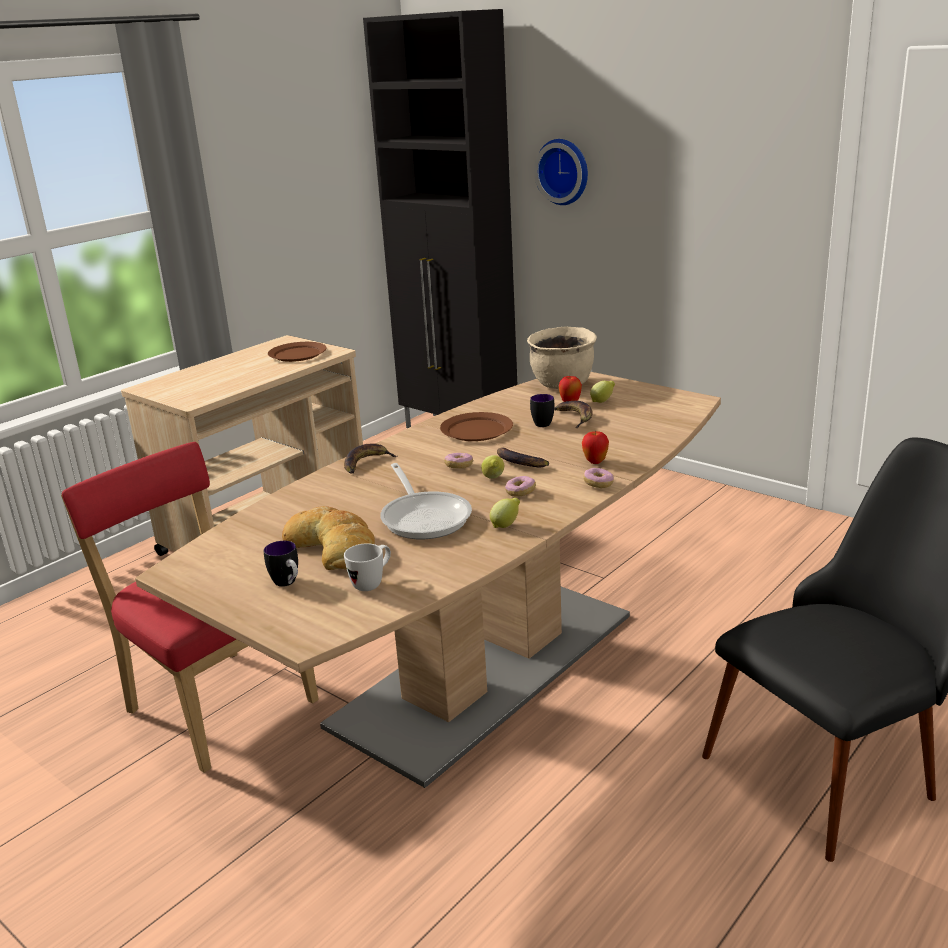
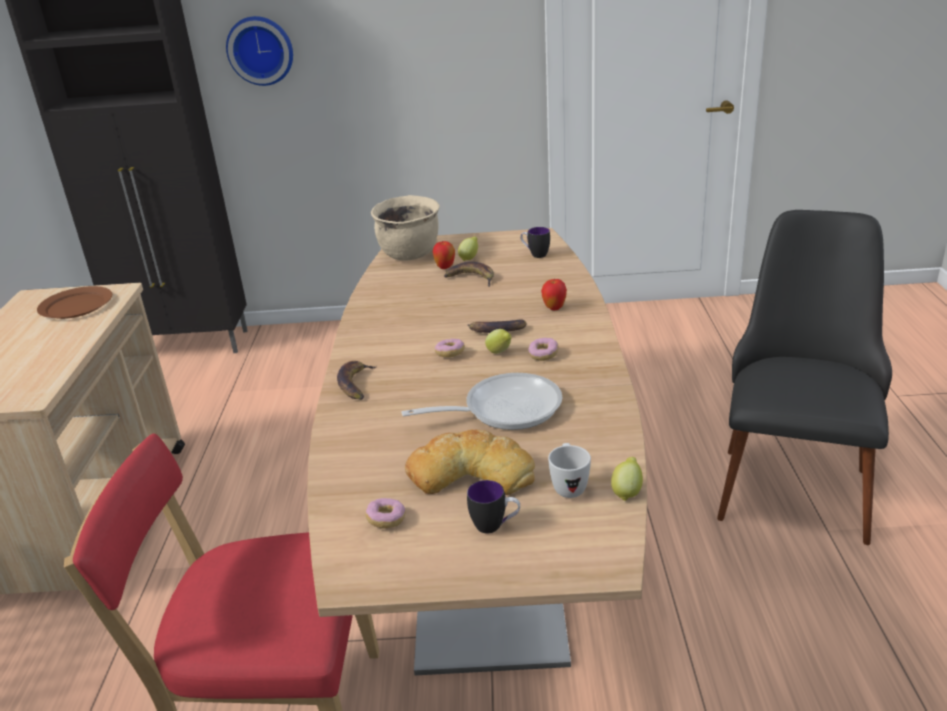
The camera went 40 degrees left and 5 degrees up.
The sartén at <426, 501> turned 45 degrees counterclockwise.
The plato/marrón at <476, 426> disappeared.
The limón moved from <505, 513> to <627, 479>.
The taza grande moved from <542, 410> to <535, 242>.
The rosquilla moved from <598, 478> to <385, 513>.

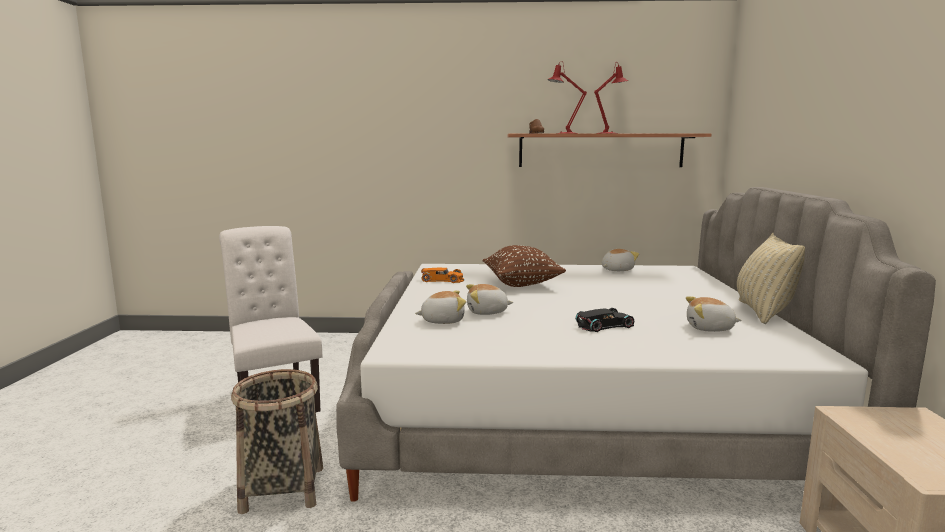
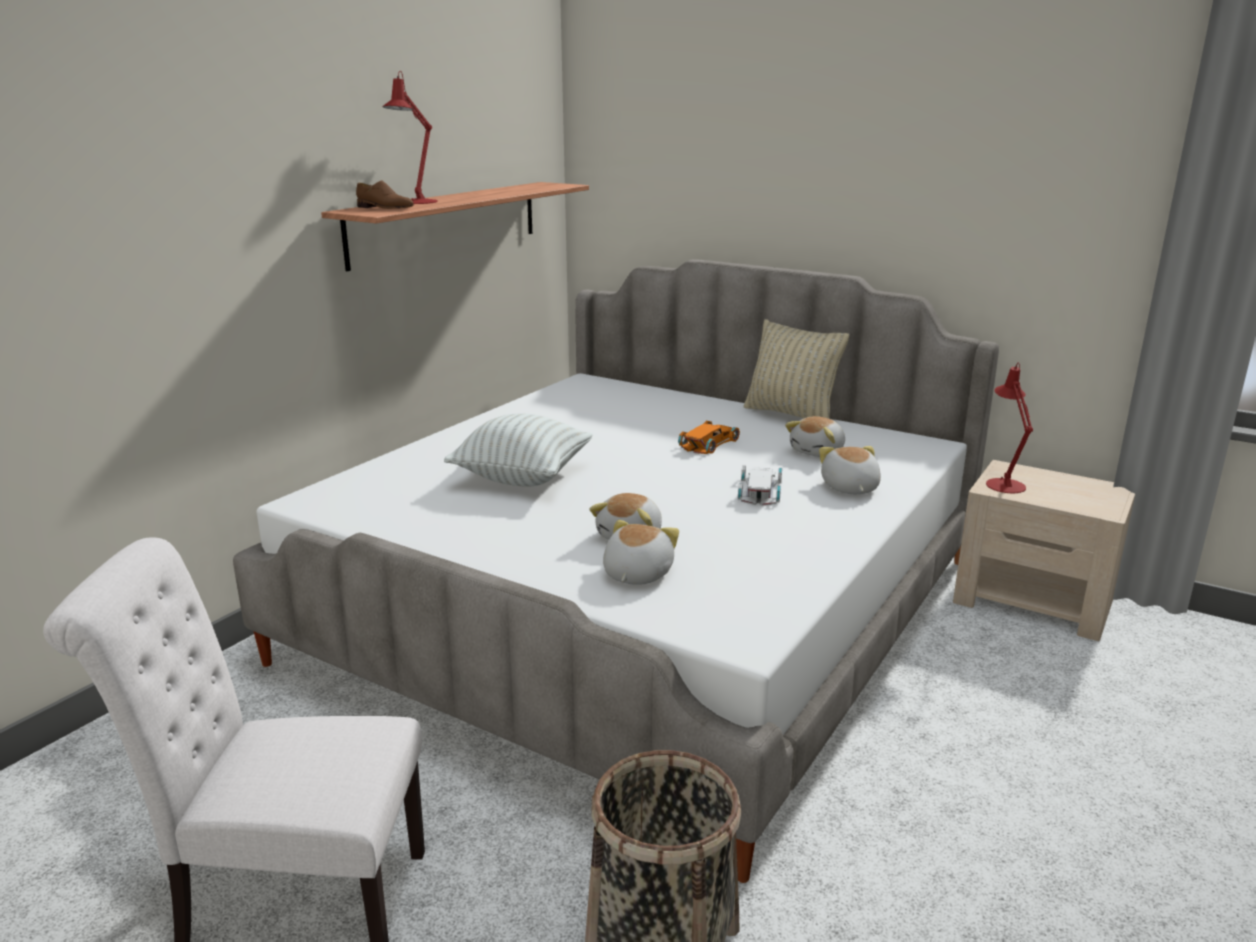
The camera went 60 degrees left and 10 degrees up.
The coche de juguete/naranja moved from <442, 275> to <709, 437>.
The cojín/marrón at <524, 266> became the cojín/blanco at <518, 450>.
The coche de juguete/negro at <605, 320> became the coche de juguete/blanco at <760, 485>.
The lámpara de mesa/rojo moved from <611, 98> to <1009, 428>.
The peluche moved from <620, 260> to <850, 470>.

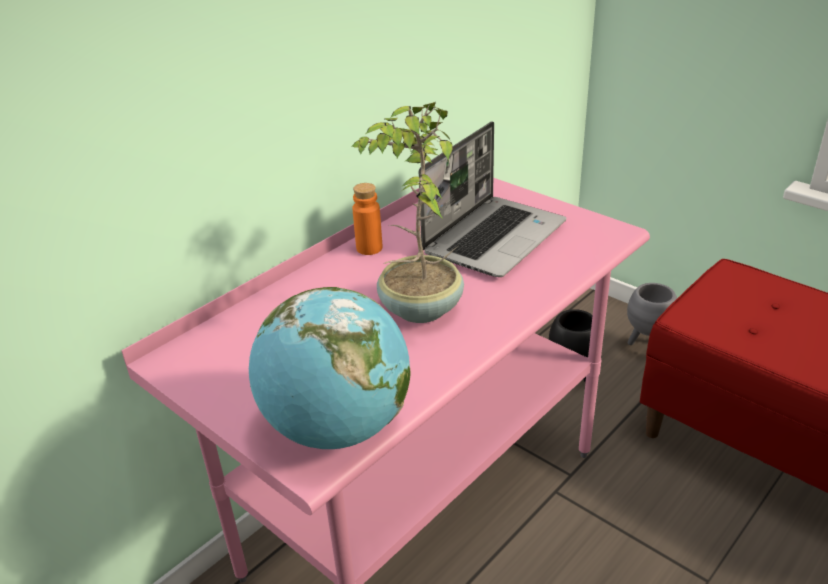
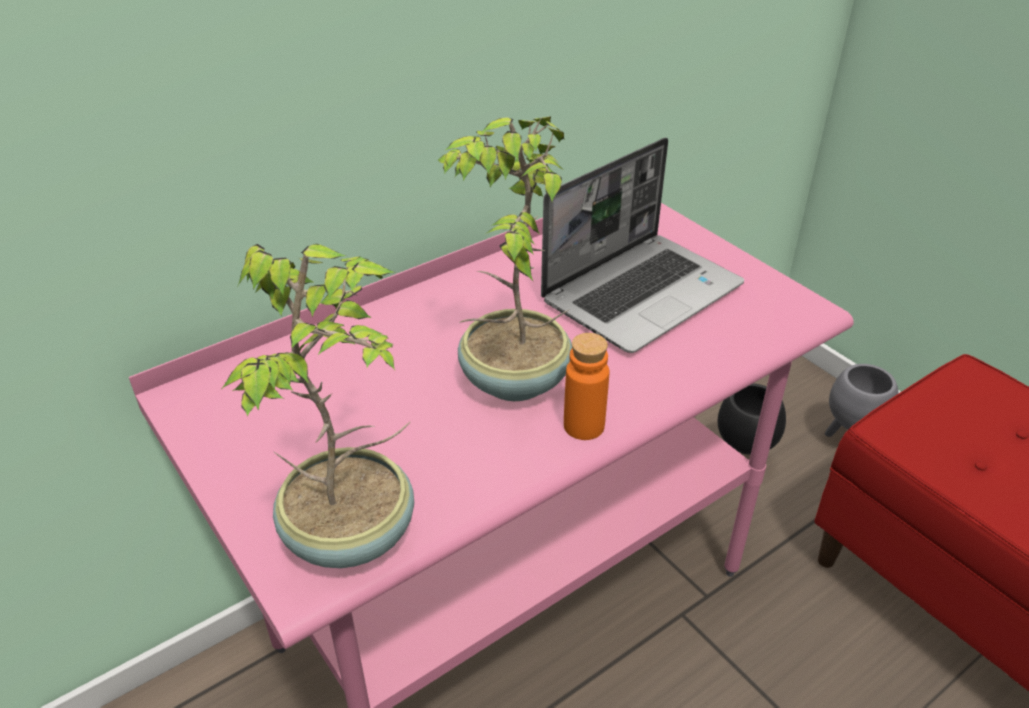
The camera went 10 degrees right and 5 degrees up.
The globo terráqueo at <330, 368> was replaced by the planta en maceta at <318, 406>.
The botella/naranja moved from <367, 219> to <586, 386>.

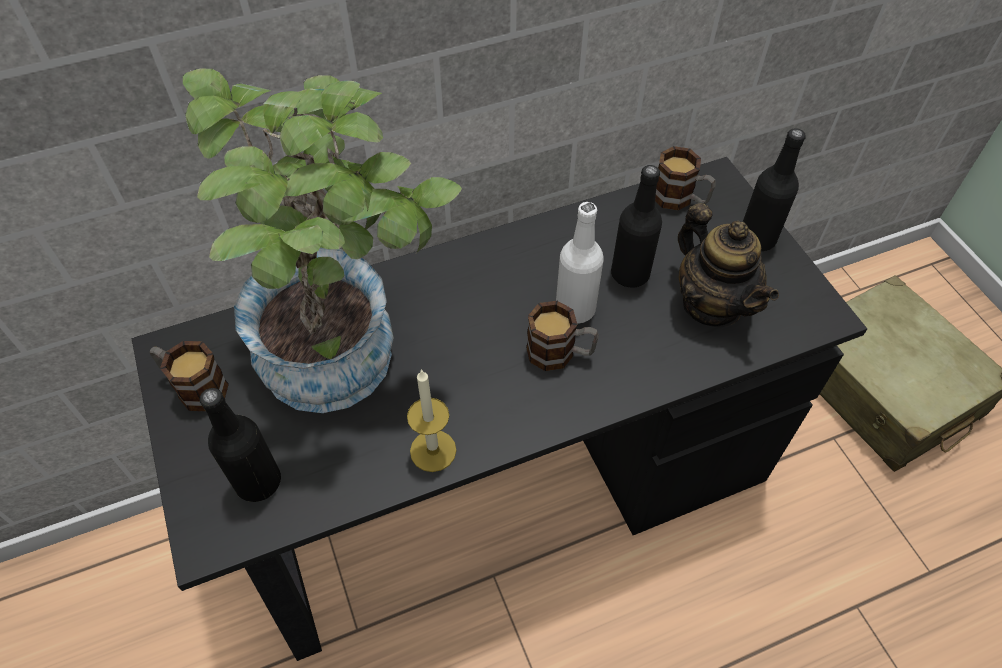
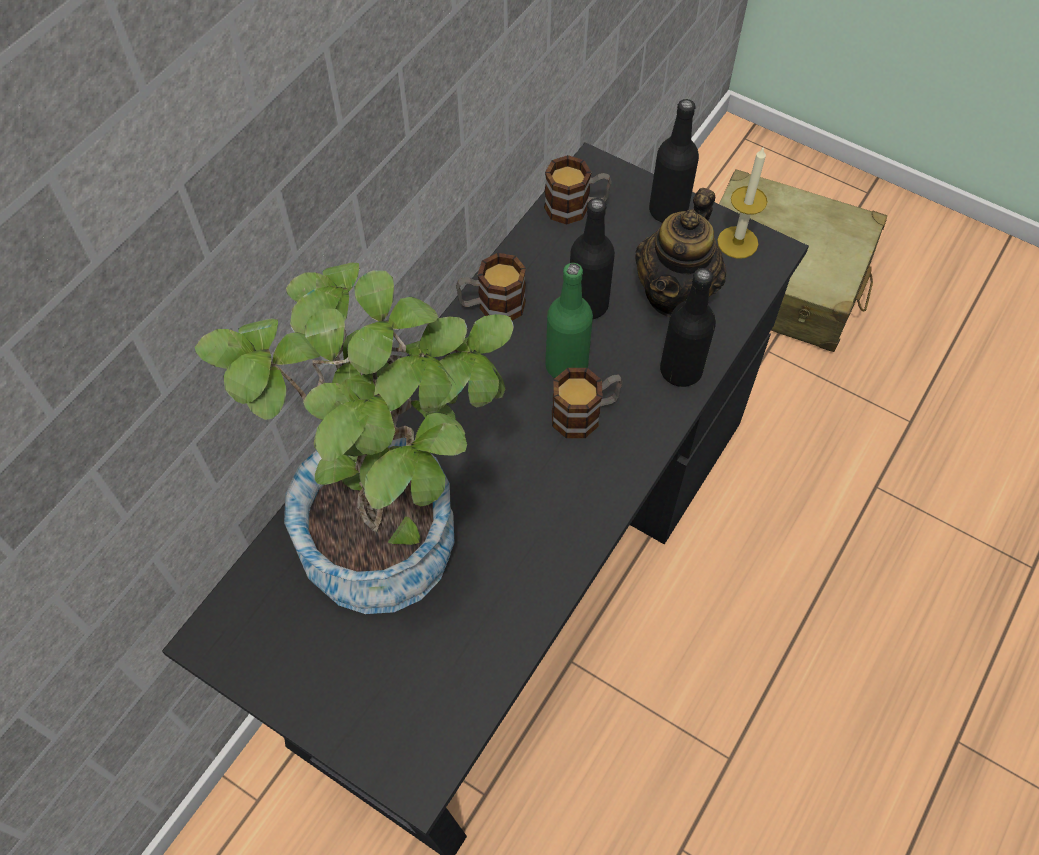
The camera went 35 degrees left and 5 degrees up.
The taza grande moved from <189, 376> to <491, 287>.
The botella/negro moved from <240, 445> to <688, 327>.
The vela moved from <432, 420> to <742, 203>.
The botella/blanco at <580, 263> became the botella/verde at <569, 320>.
The tetera at <728, 265> turned 90 degrees clockwise.

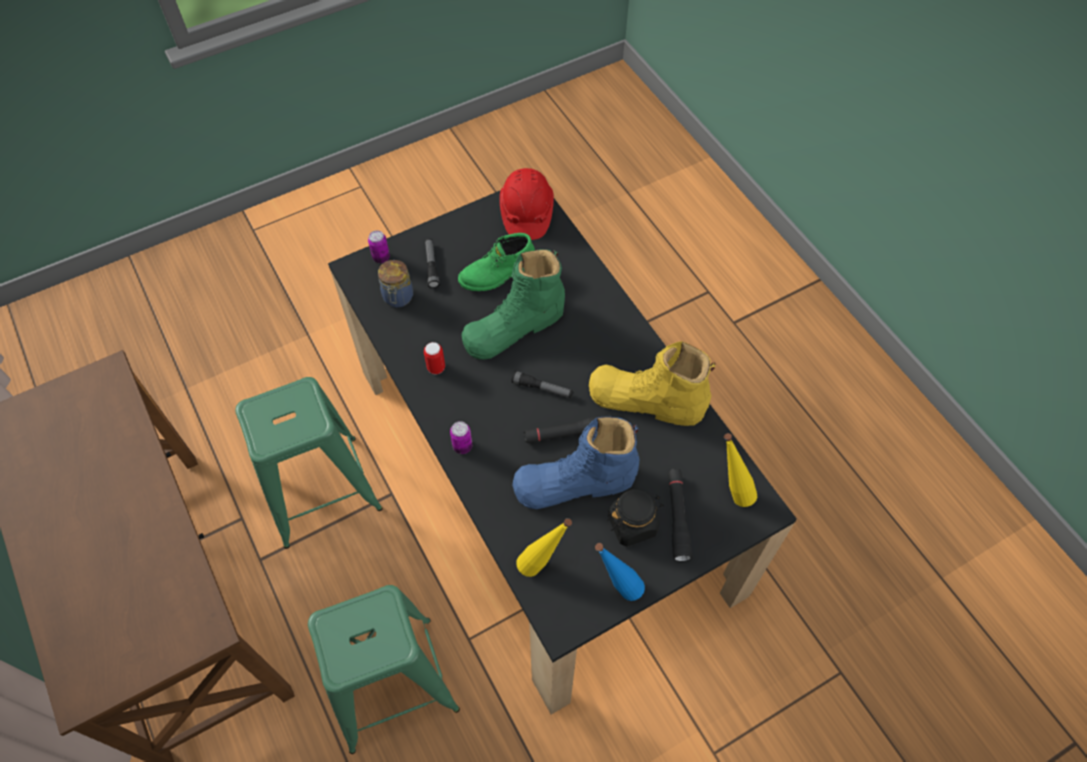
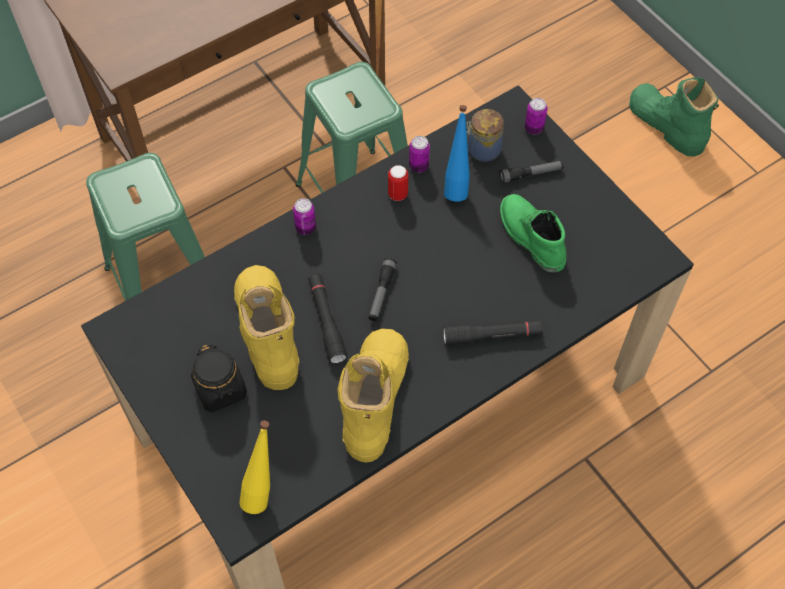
The camera went 85 degrees right and 0 degrees up.
The bota/verde moved from <513, 304> to <674, 116>.
The casco/rojo at <526, 204> disappeared.
The bota/azul at <575, 463> became the bota/amarillo at <266, 327>.
The botella/amarillo at <544, 547> disappeared.
The botella/azul moved from <620, 572> to <457, 153>.
The linterna/negro moved from <680, 515> to <493, 332>.
The lata at <419, 154> appeared.

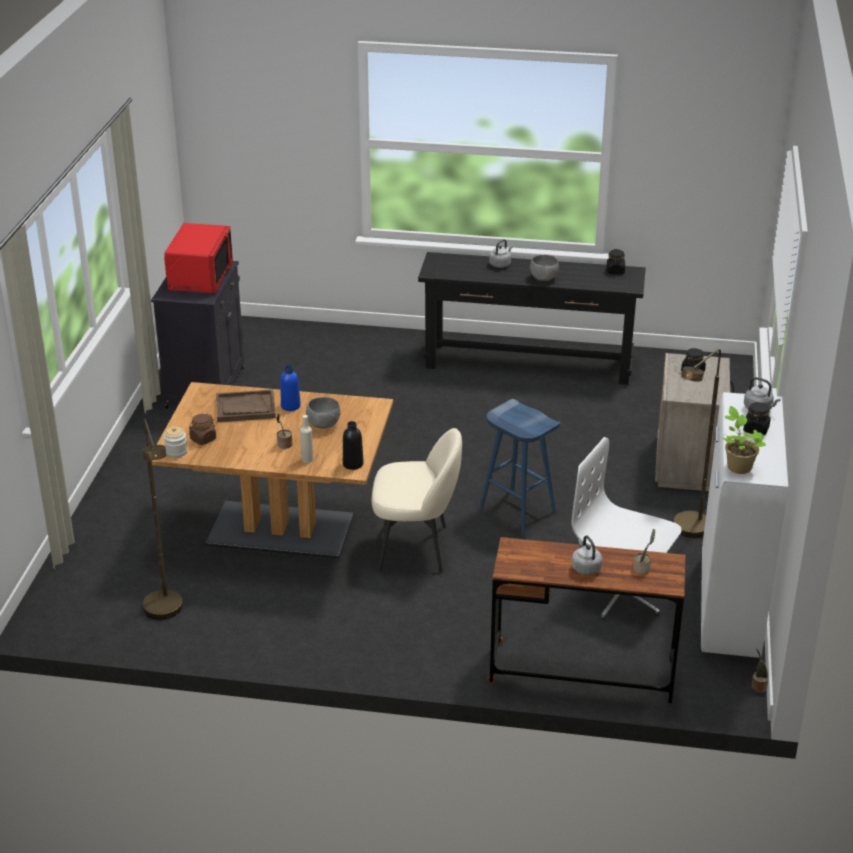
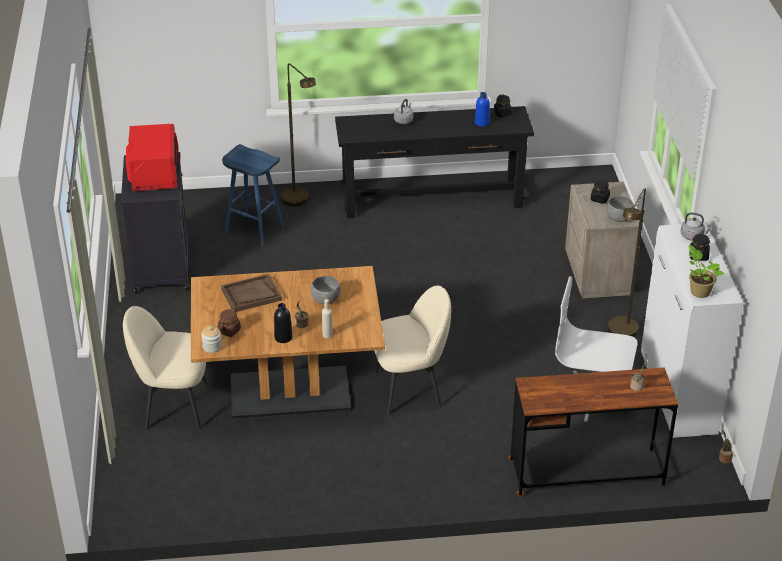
The camera went 15 degrees left and 5 degrees up.
The lámpara de pie/marrón moved from <162, 519> to <298, 134>.
The botella/azul moved from <290, 388> to <482, 109>.
The botella/negro moved from <353, 445> to <283, 323>.
The taburete/azul moved from <520, 466> to <253, 195>.
The cuenco/gris moved from <544, 268> to <620, 209>.
The hervidor/gris at <587, 555> disappeared.
The silla/beis at <165, 367> appeared.

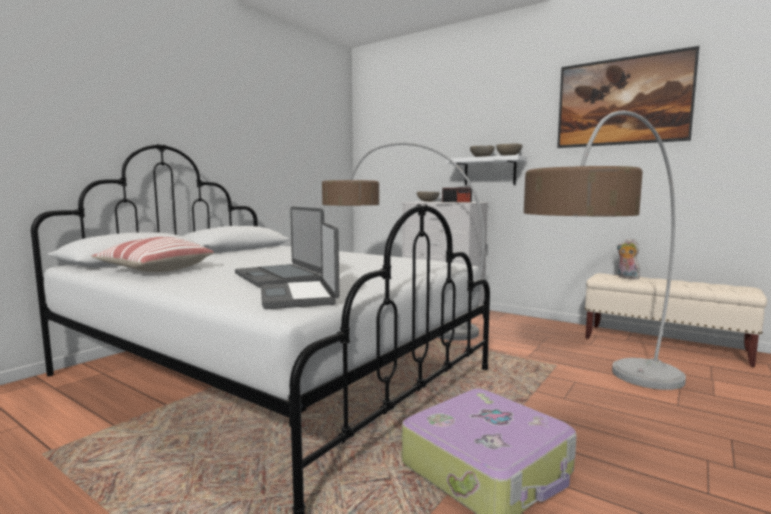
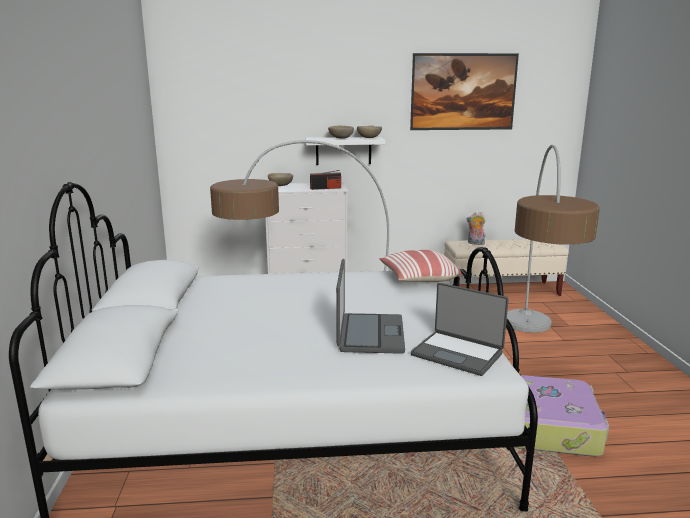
The camera went 40 degrees left and 10 degrees up.
The cojín moved from <152, 254> to <421, 266>.
The portátil at <279, 247> turned 105 degrees counterclockwise.

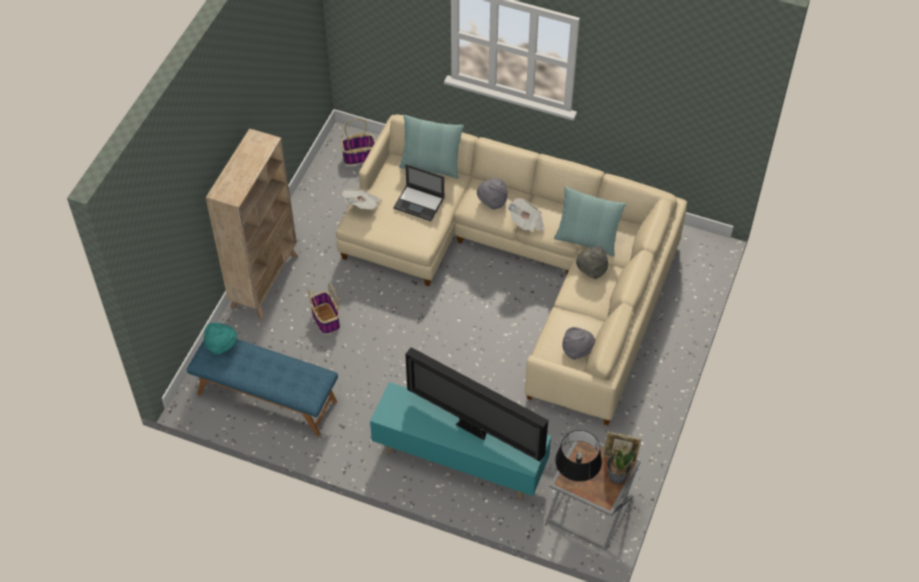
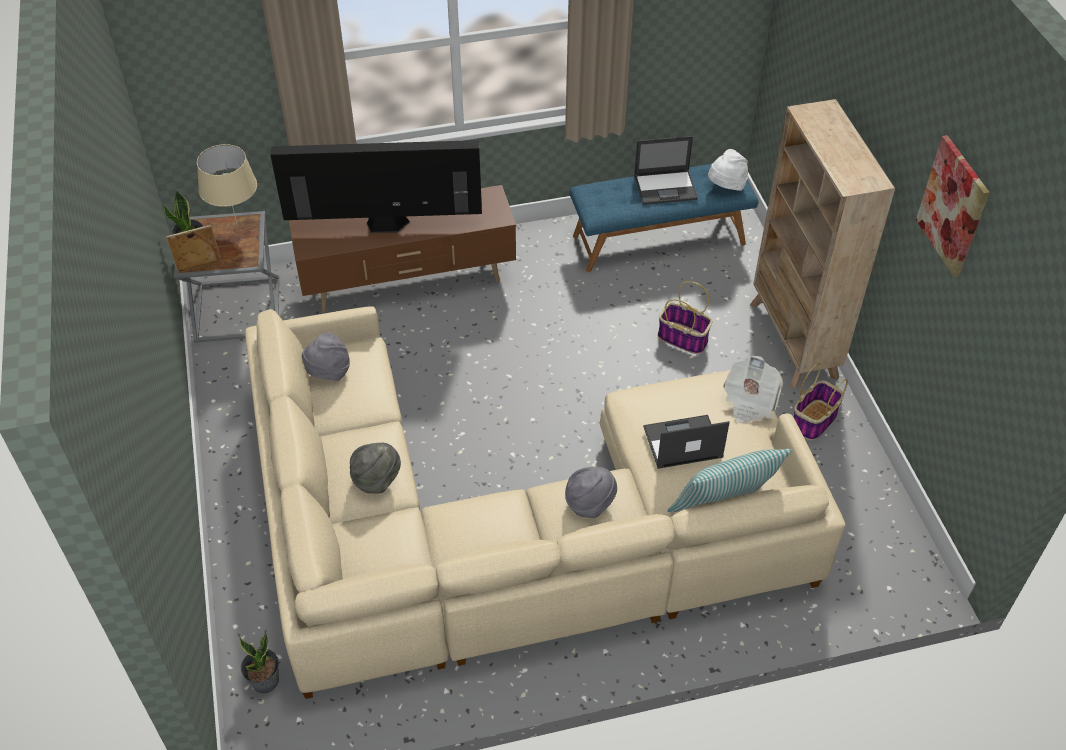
The camera went 145 degrees right and 5 degrees down.
The sombrero/turquesa at <220, 339> became the sombrero/blanco at <728, 170>.
The cesta moved from <358, 142> to <821, 401>.
The mueble de televisión/turquesa at <460, 441> became the mueble de televisión/marrón at <402, 248>.
The periódico at <526, 215> disappeared.
The cojín at <590, 222> disappeared.
The lámpara de mesa/negro at <578, 456> became the lámpara de mesa/beis at <227, 185>.
The planta en maceta at <258, 662> appeared.
The portátil at <666, 170> appeared.
The cuadro at <953, 206> appeared.

